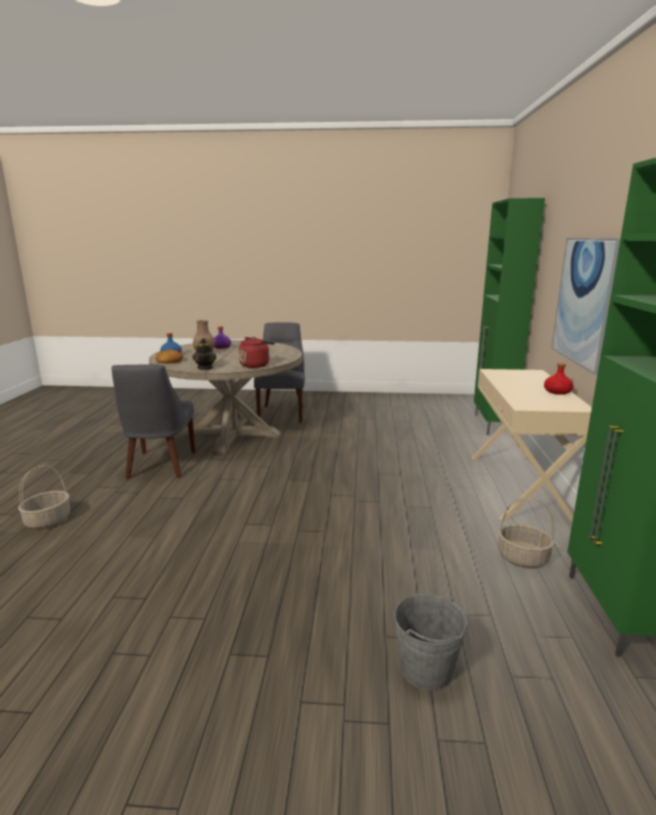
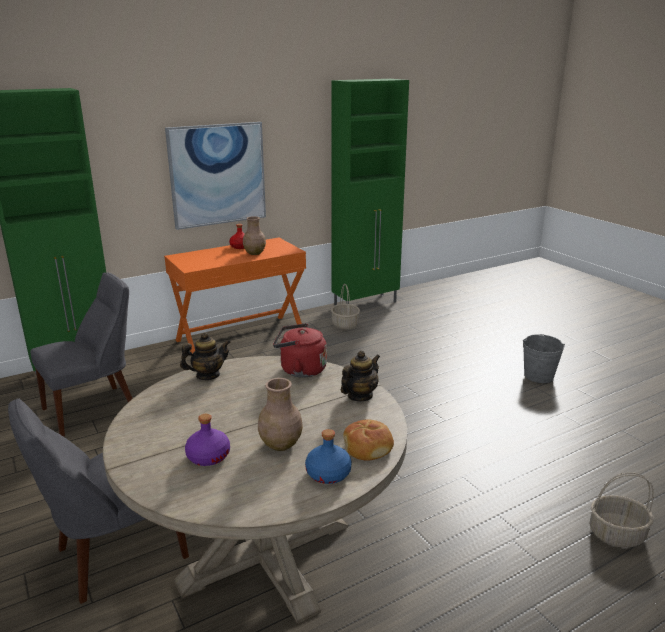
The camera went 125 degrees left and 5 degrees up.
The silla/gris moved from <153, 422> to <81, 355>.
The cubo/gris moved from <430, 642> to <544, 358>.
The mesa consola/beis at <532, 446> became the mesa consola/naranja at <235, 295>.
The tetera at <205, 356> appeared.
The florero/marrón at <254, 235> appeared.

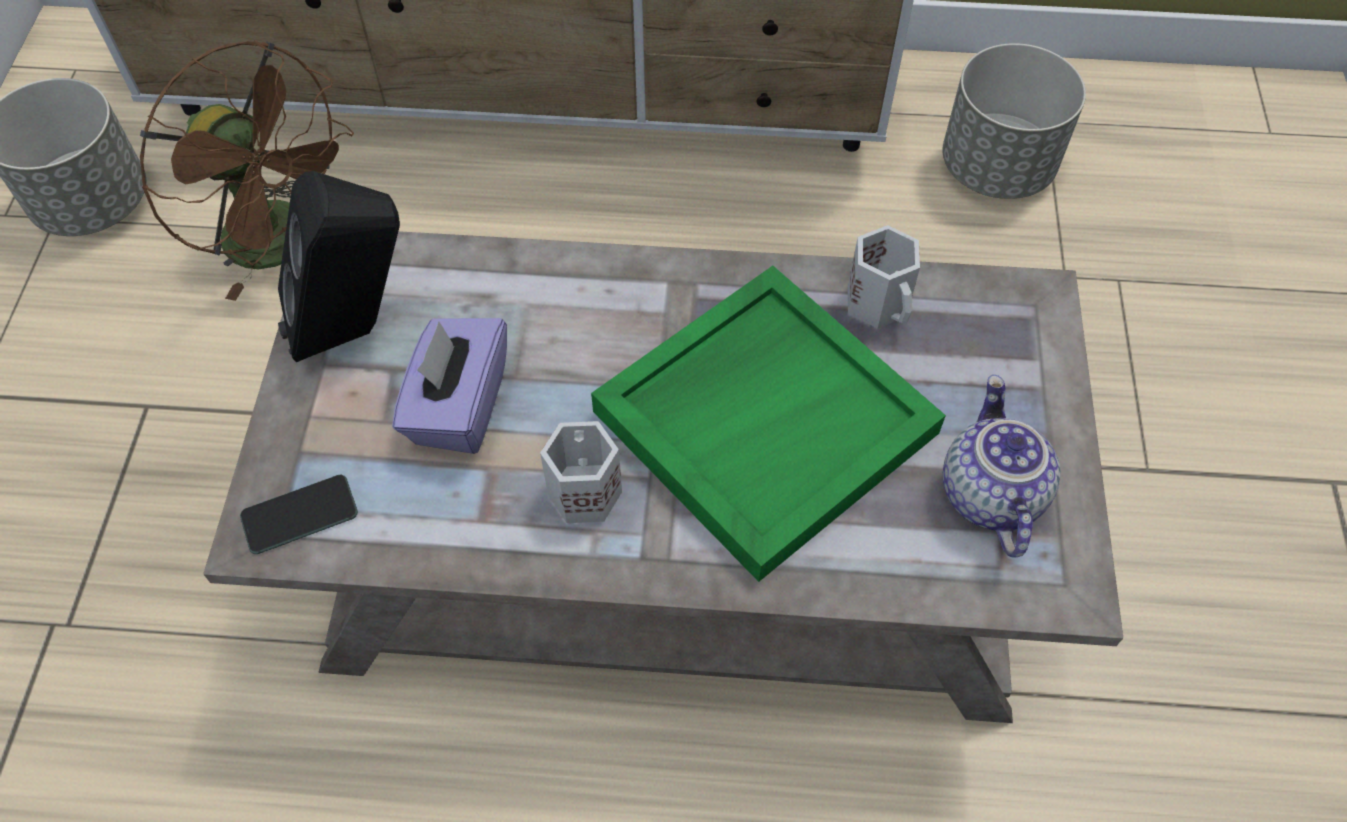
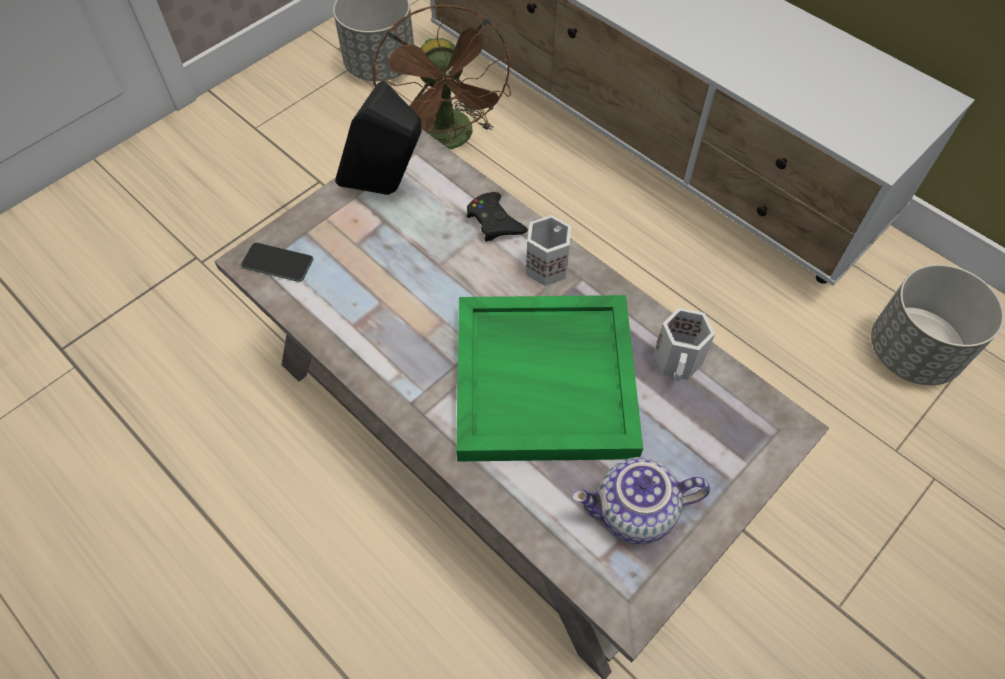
The camera went 40 degrees right and 0 degrees up.
The caja de pañuelos/morado at <449, 386> disappeared.
The taza grande/blanco moved from <581, 472> to <548, 250>.
The tetera at <1002, 466> turned 135 degrees counterclockwise.
The mando de consola/negro at <497, 217> appeared.

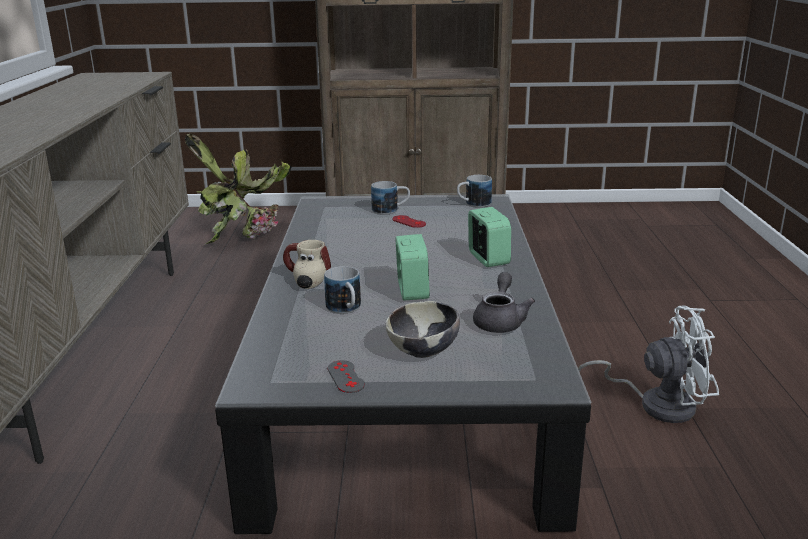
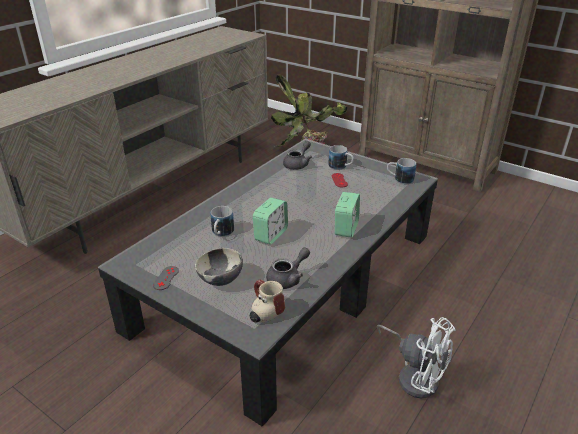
The camera went 35 degrees right and 10 degrees up.
The taza grande moved from <307, 264> to <267, 301>.
The tetera/gris at <297, 155> appeared.

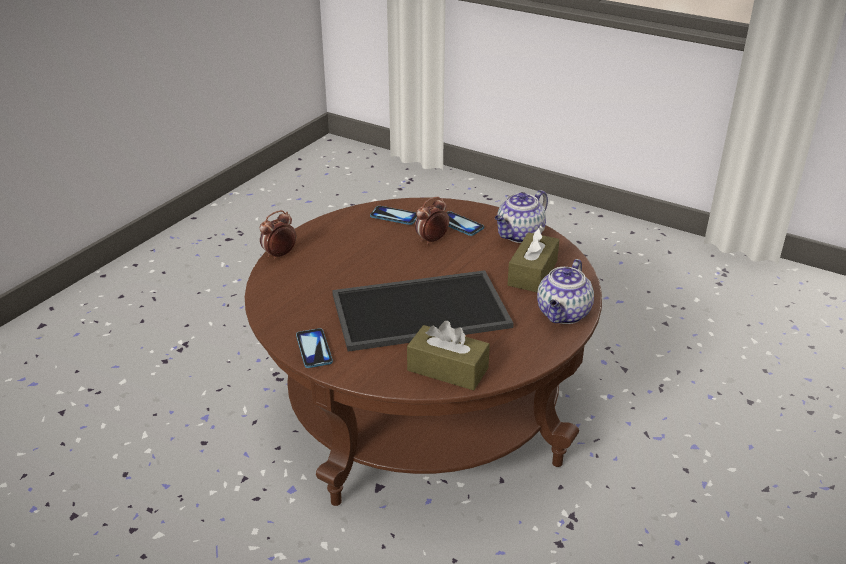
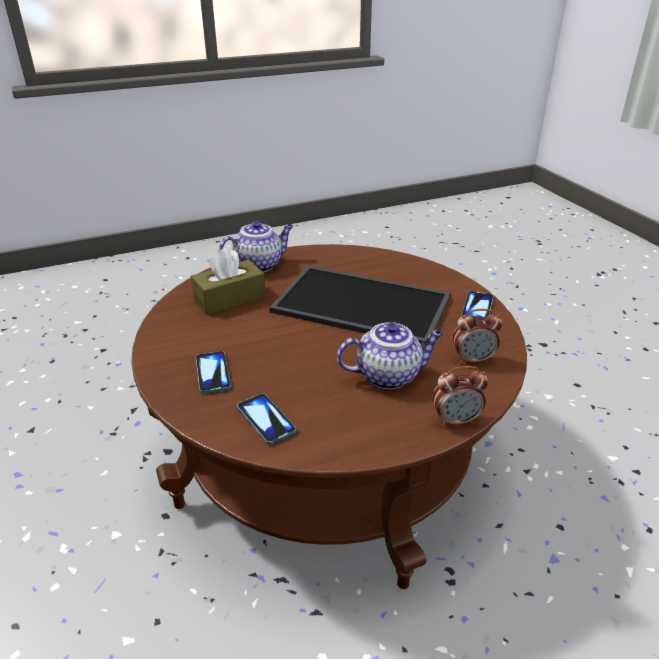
The camera went 145 degrees left and 0 degrees up.
The caja de pañuelos/marrón at <448, 355> disappeared.
The despertador moved from <432, 221> to <477, 336>.
The tetera moved from <521, 216> to <390, 355>.

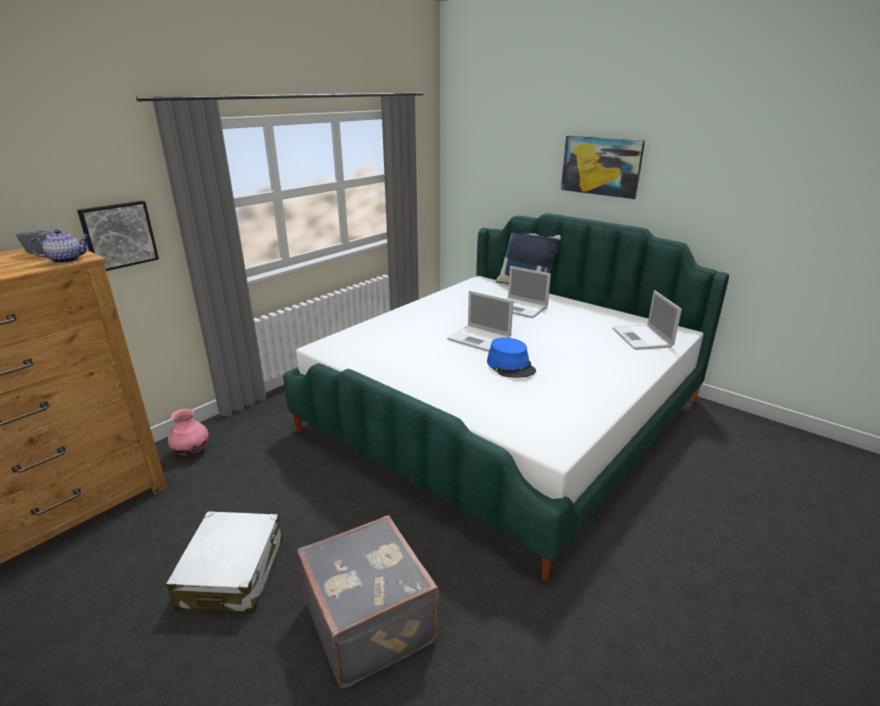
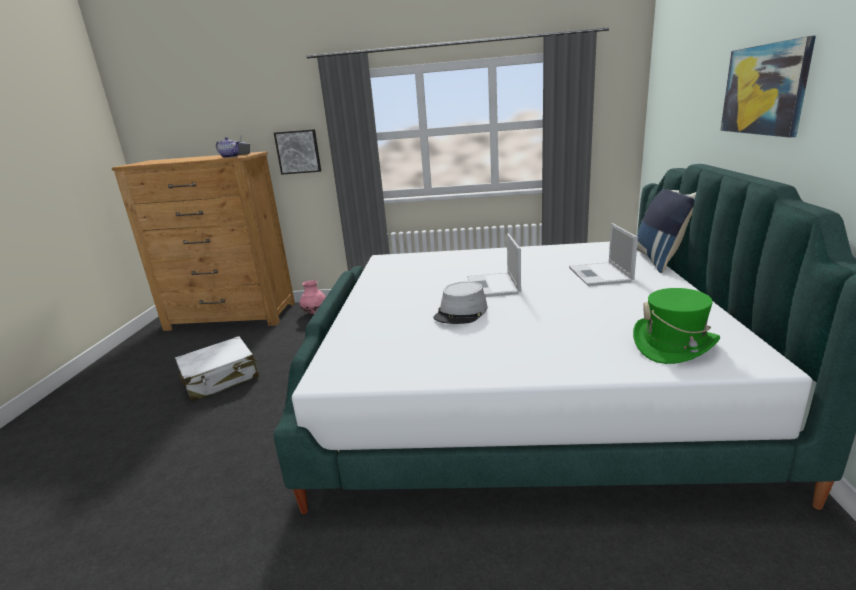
The camera went 55 degrees right and 5 degrees down.
The maleta/gris at <368, 602> disappeared.
The sombrero/azul at <511, 358> became the sombrero/gris at <461, 302>.
The portátil at <647, 320> was replaced by the sombrero/verde at <676, 326>.

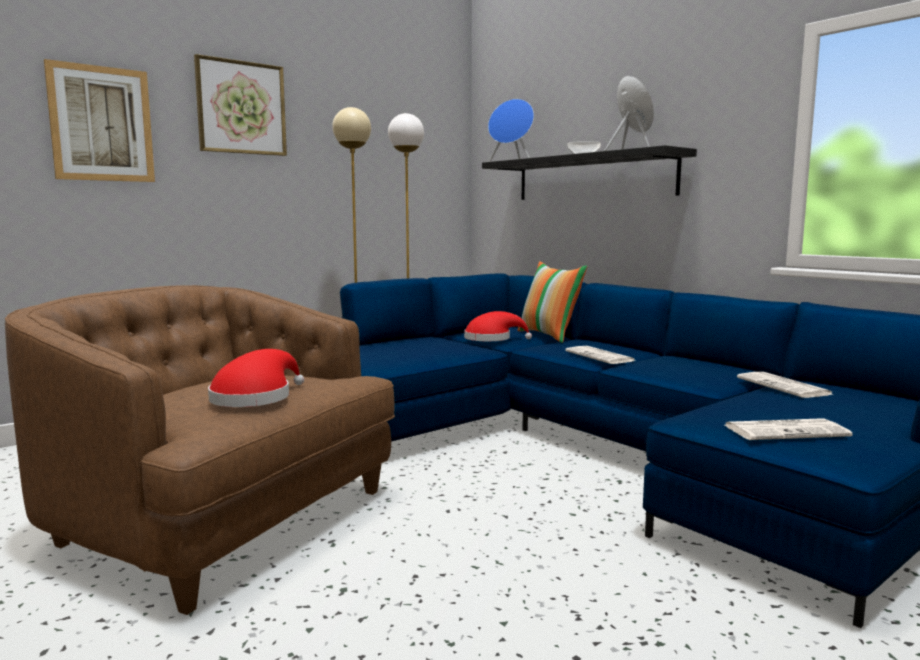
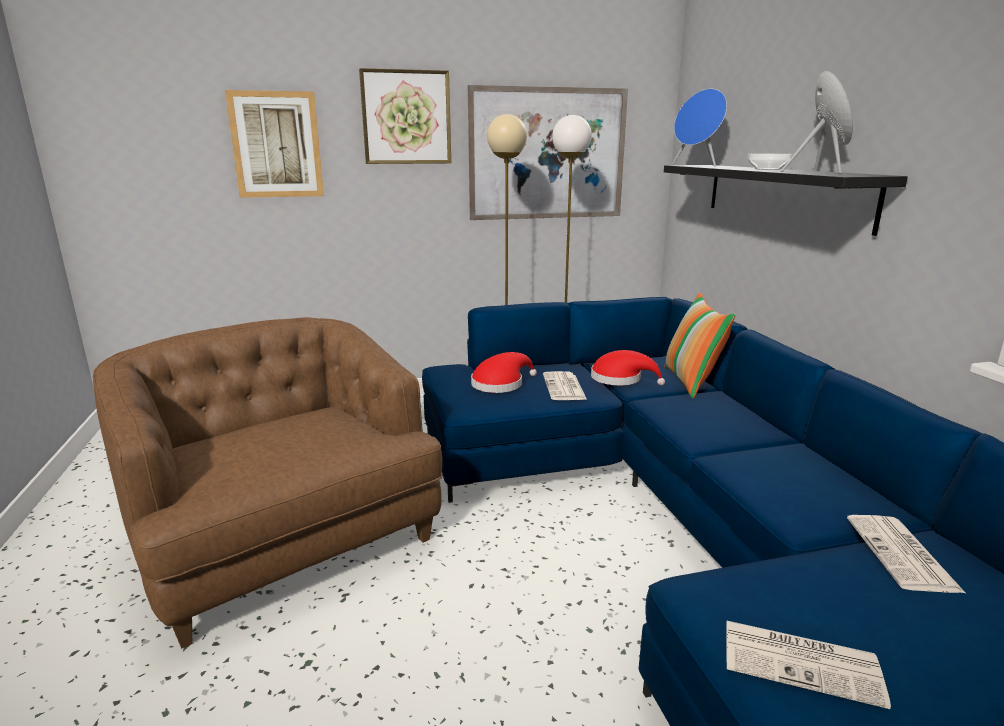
The camera went 25 degrees right and 10 degrees up.
The sombrero/rojo moved from <256, 378> to <504, 372>.
The periódico moved from <600, 355> to <565, 385>.
The cuadro at <548, 152> appeared.

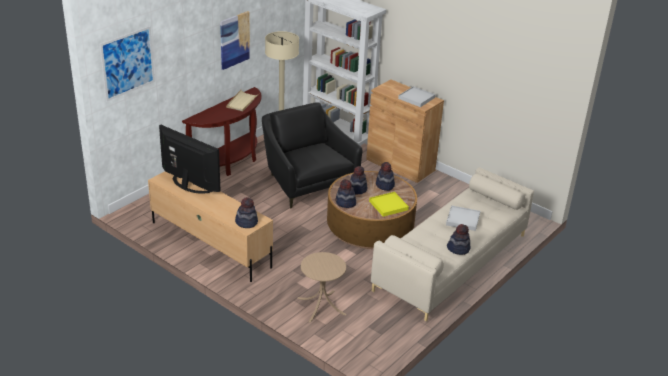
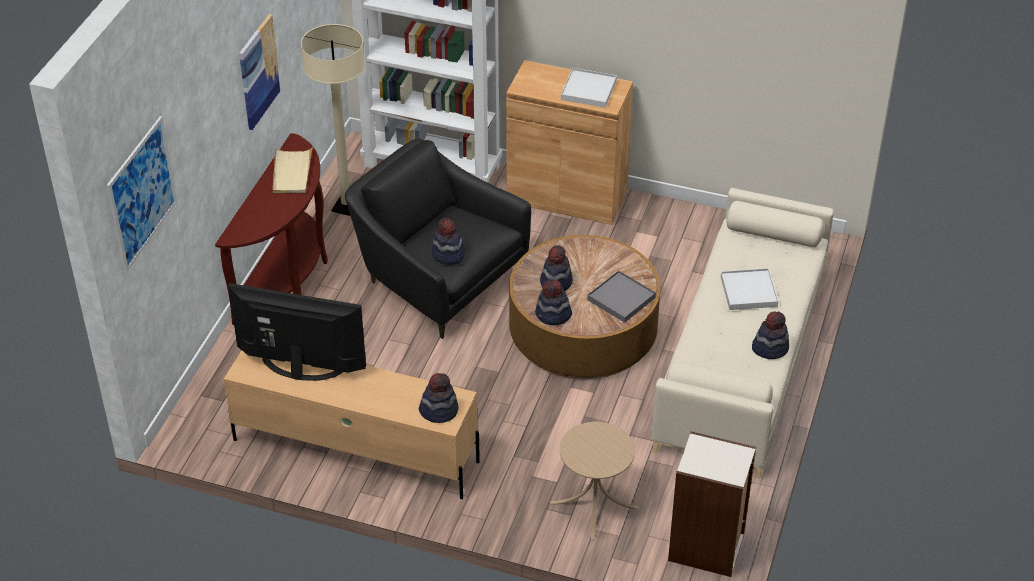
The camera went 20 degrees left and 10 degrees up.
The bandeja/amarillo at <389, 204> became the bandeja/gris at <621, 296>.
The sombrero moved from <385, 176> to <448, 241>.
The estantería at <712, 504> appeared.

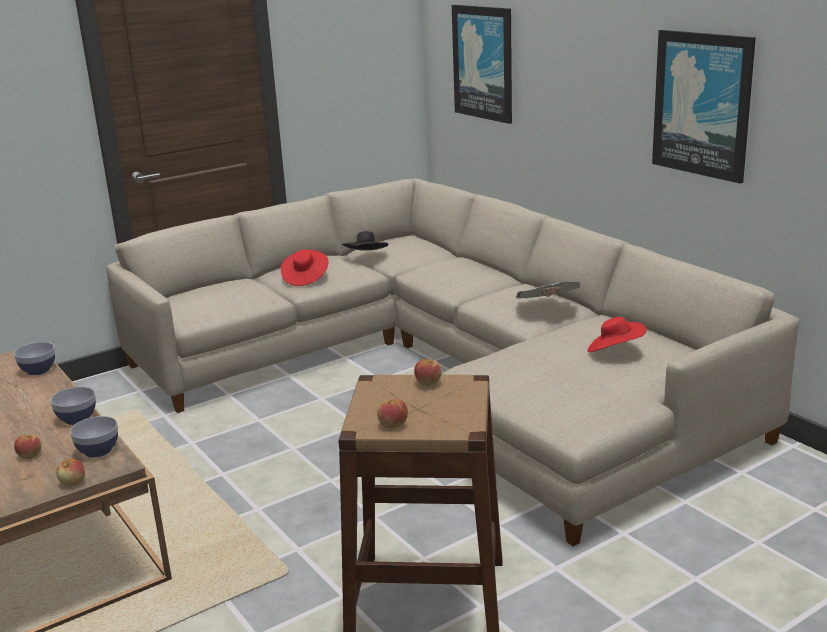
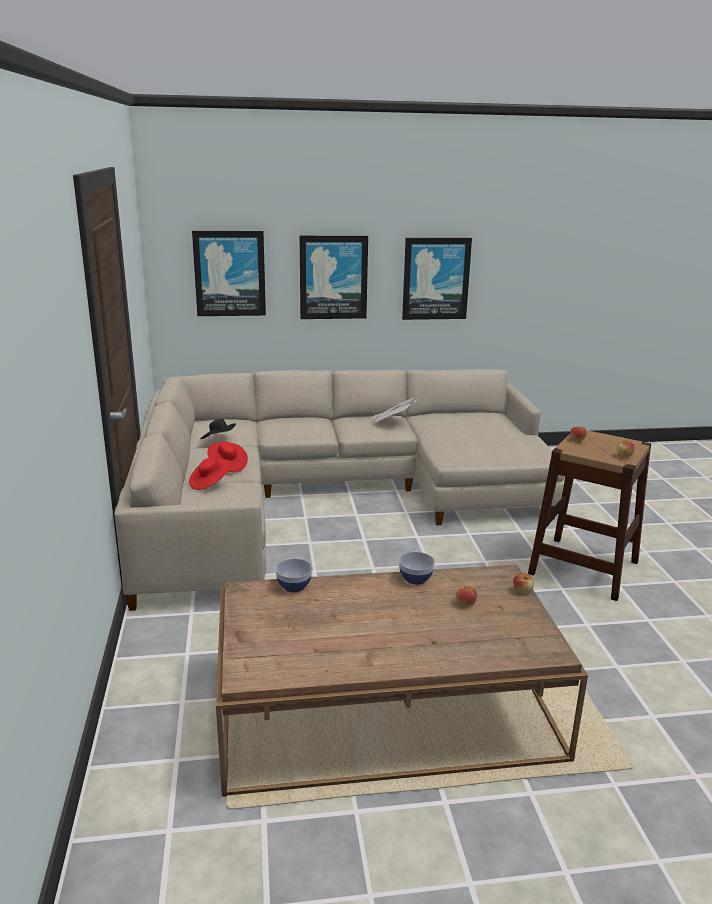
The camera went 65 degrees left and 0 degrees up.
The cuenco at <94, 437> disappeared.
The sombrero/rojo moved from <617, 334> to <210, 474>.
The cuadro at <334, 277> appeared.

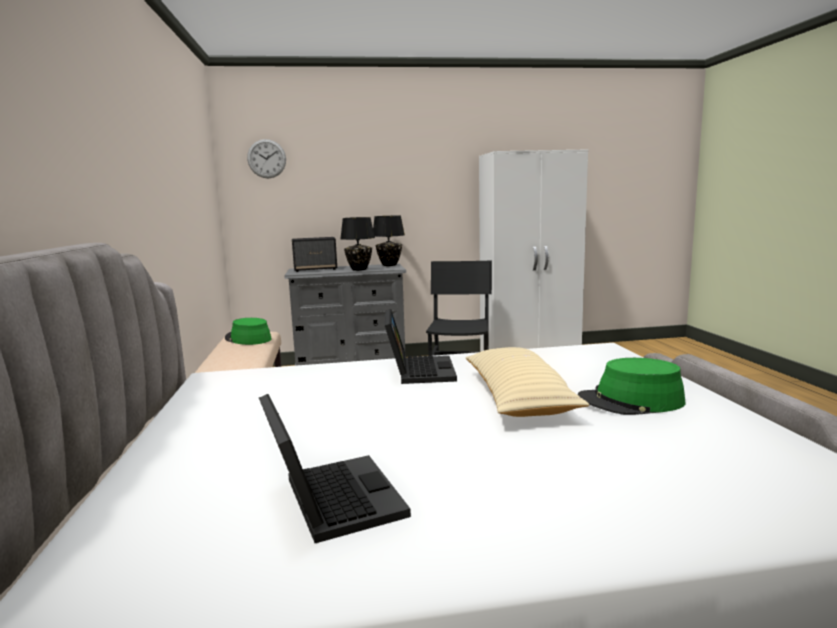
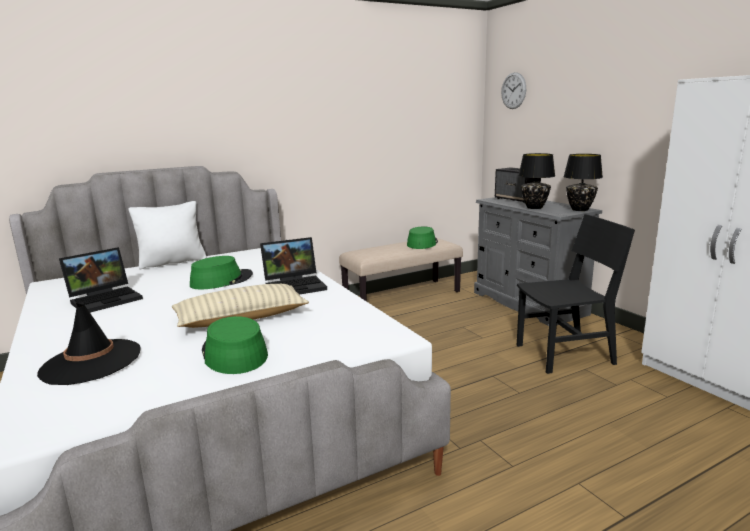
The camera went 70 degrees right and 5 degrees up.
The sombrero/negro at <89, 344> appeared.
The cojín/blanco at <168, 235> appeared.
The sombrero/verde at <221, 272> appeared.

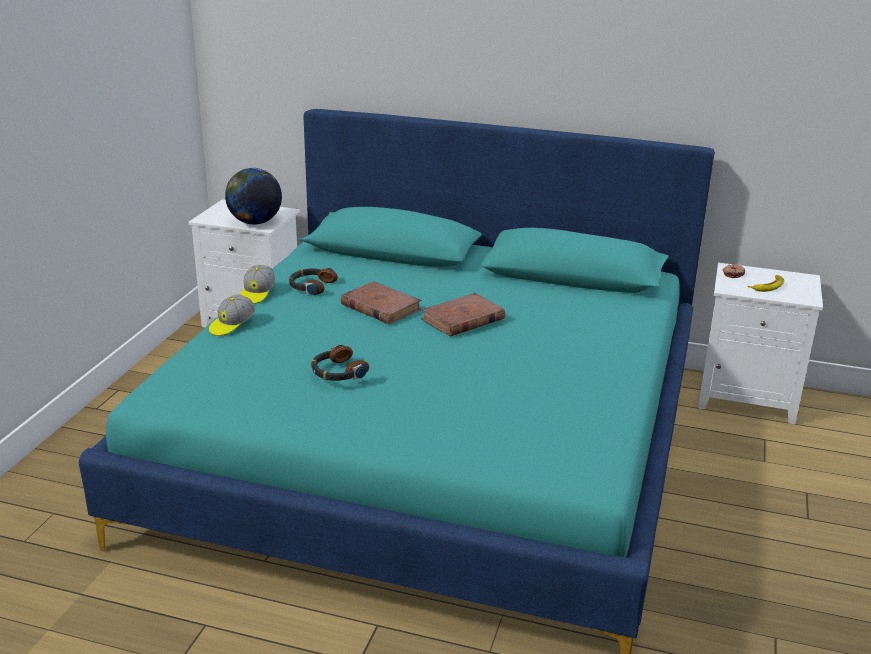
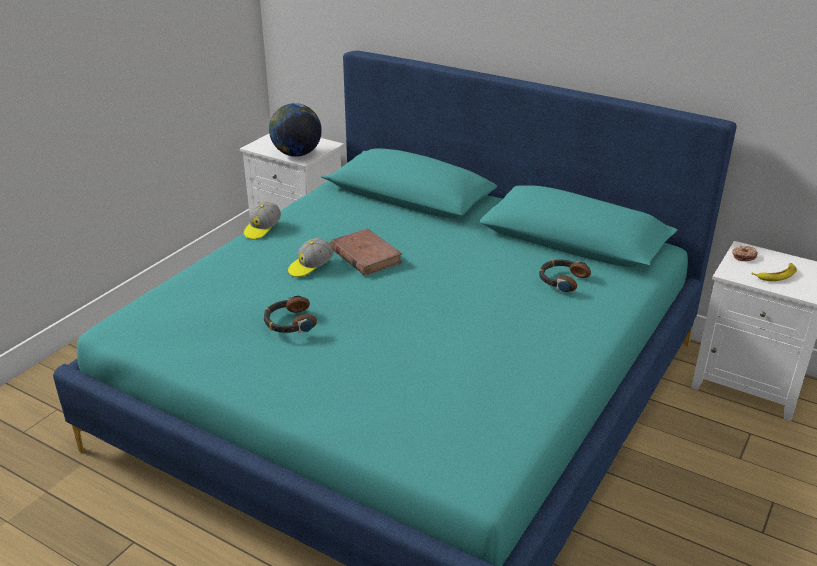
The camera went 15 degrees right and 5 degrees up.
The gorra moved from <232, 315> to <311, 257>.
The auriculares moved from <313, 281> to <565, 276>.
The libro/marrón at <463, 315> disappeared.

